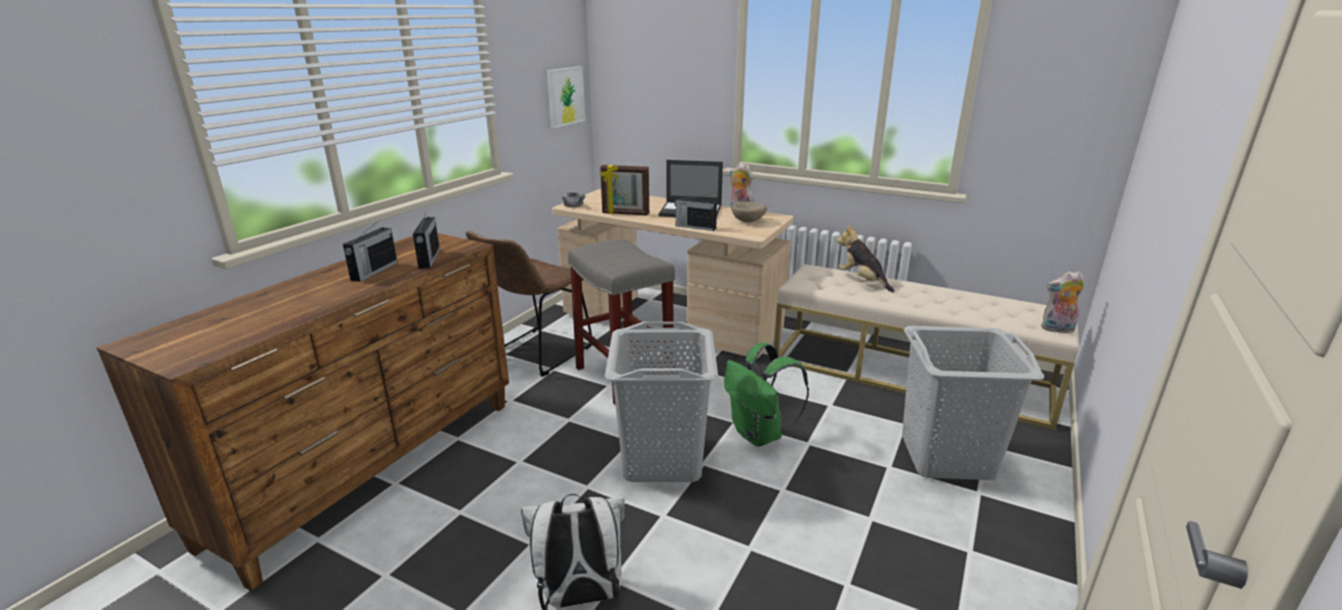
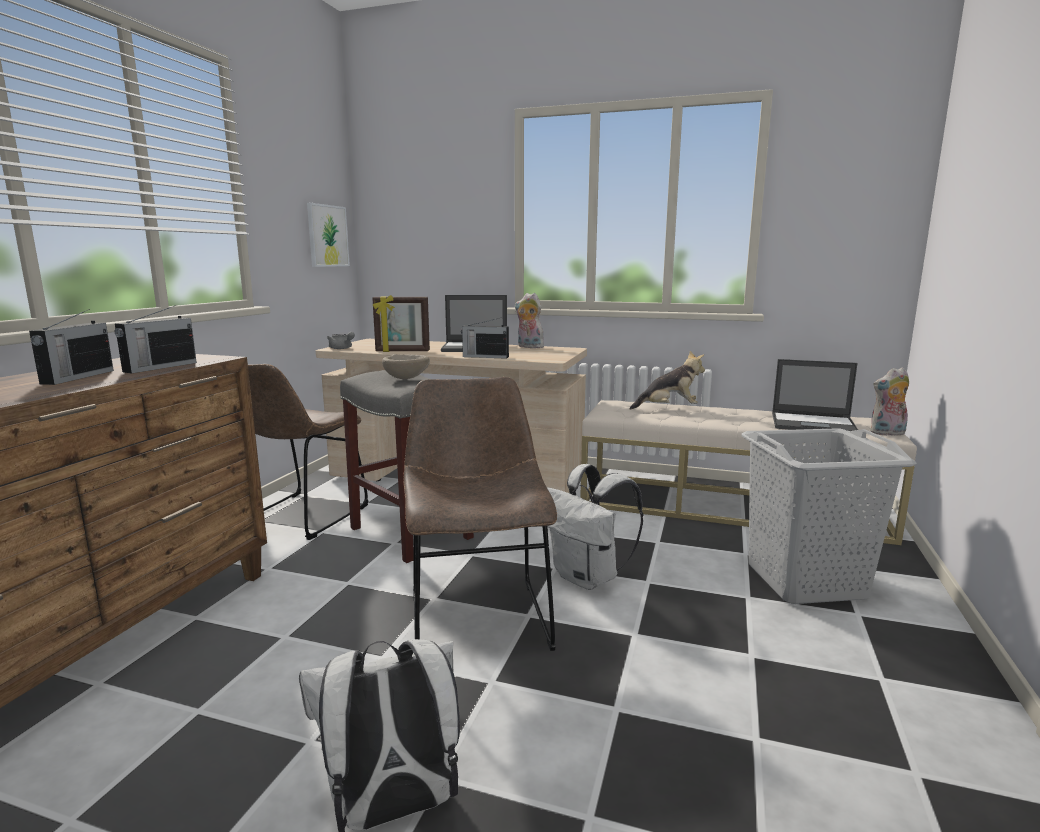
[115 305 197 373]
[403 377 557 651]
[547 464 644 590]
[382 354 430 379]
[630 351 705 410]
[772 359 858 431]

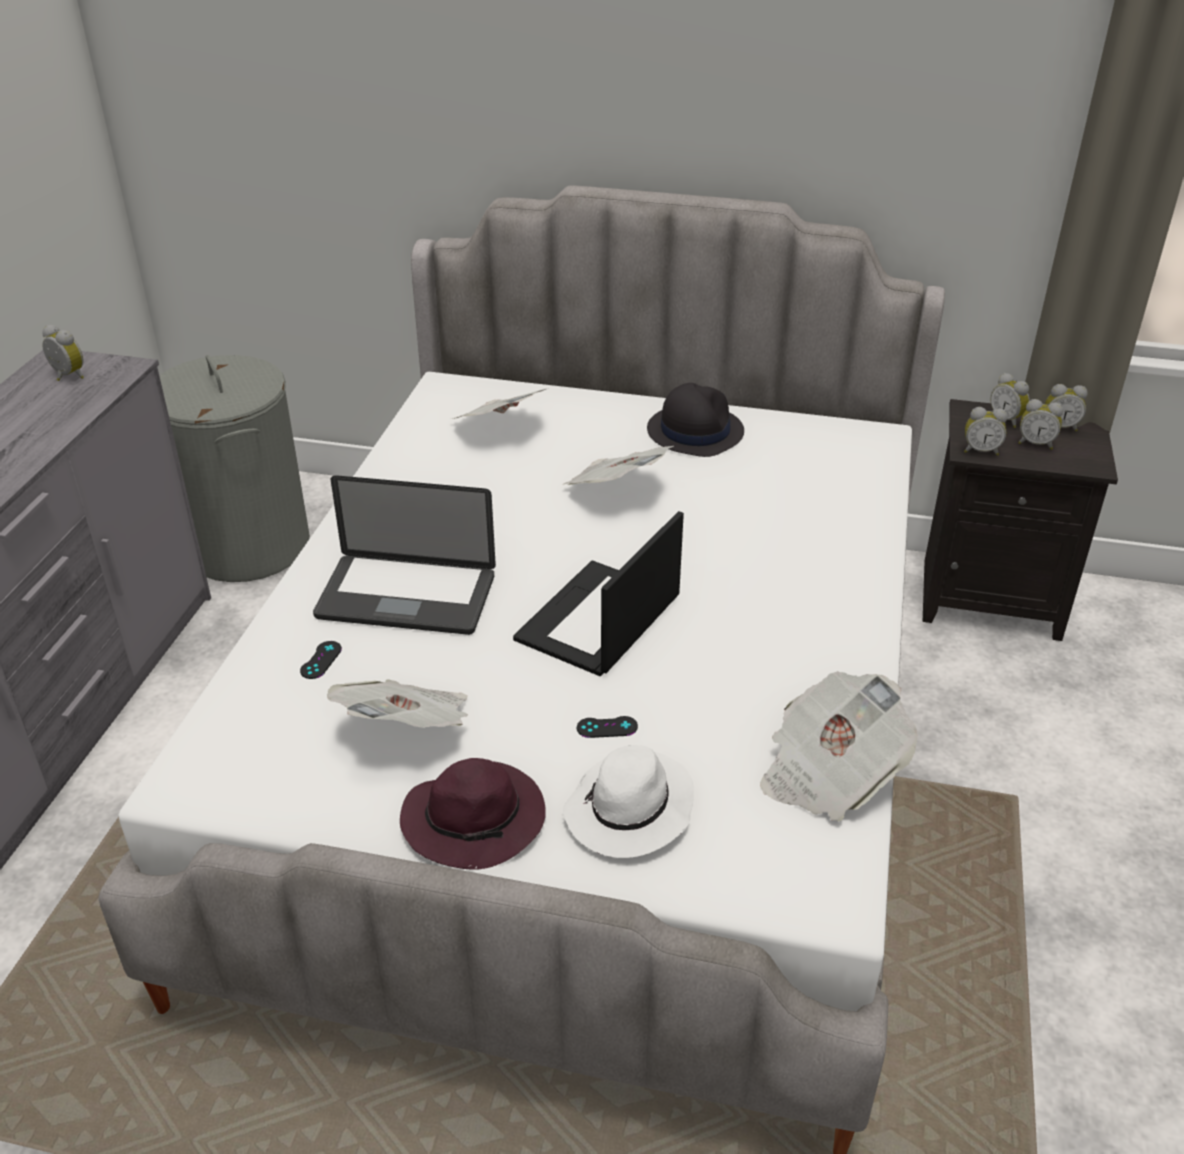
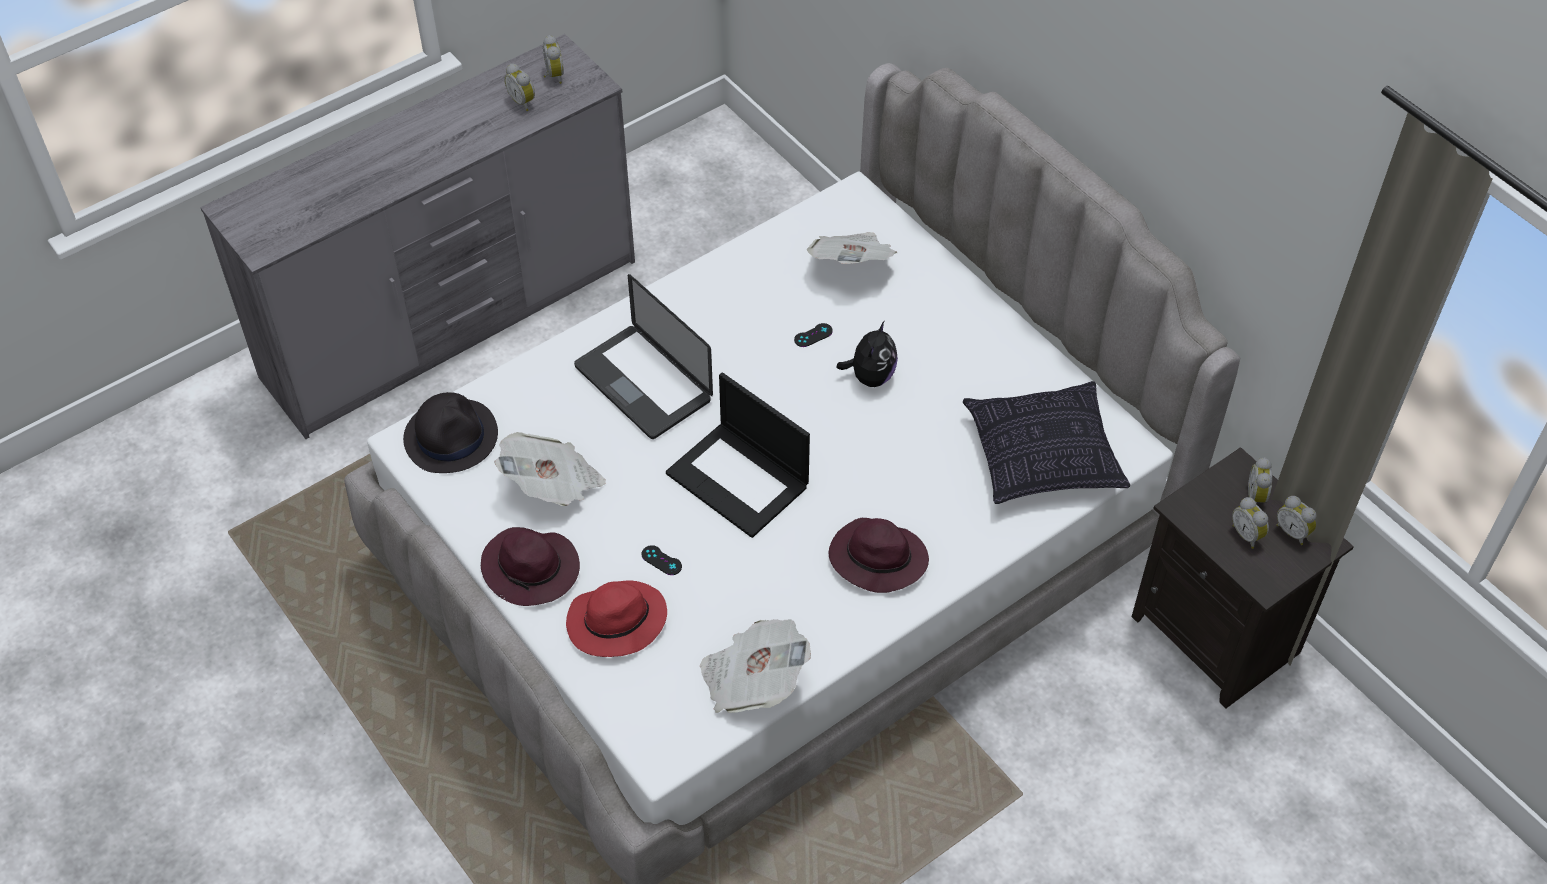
[159 355 310 582] (first image)
[794 323 833 347]
[666 372 810 538]
[566 580 667 657]
[837 321 898 387]
[403 392 498 473]
[504 64 535 111]
[829 518 929 593]
[963 381 1130 504]

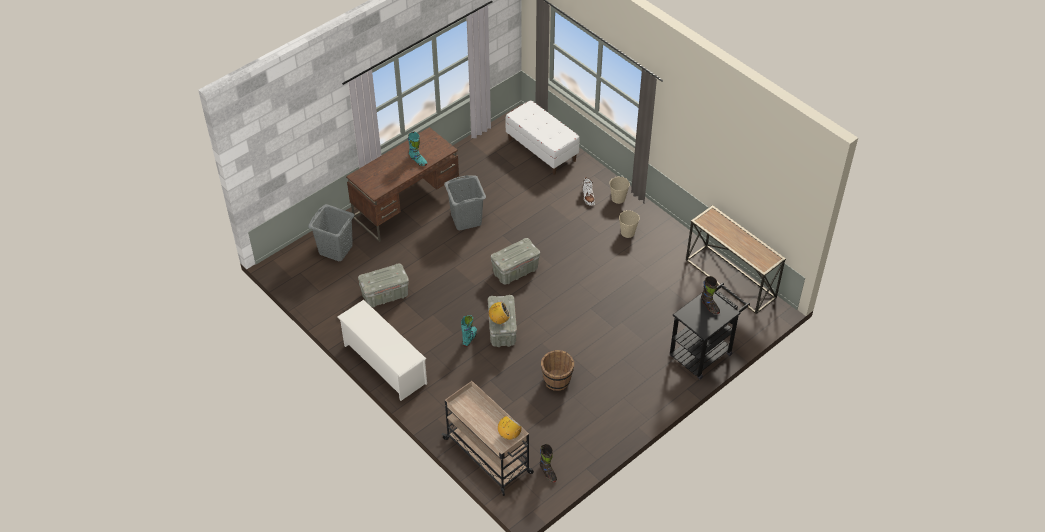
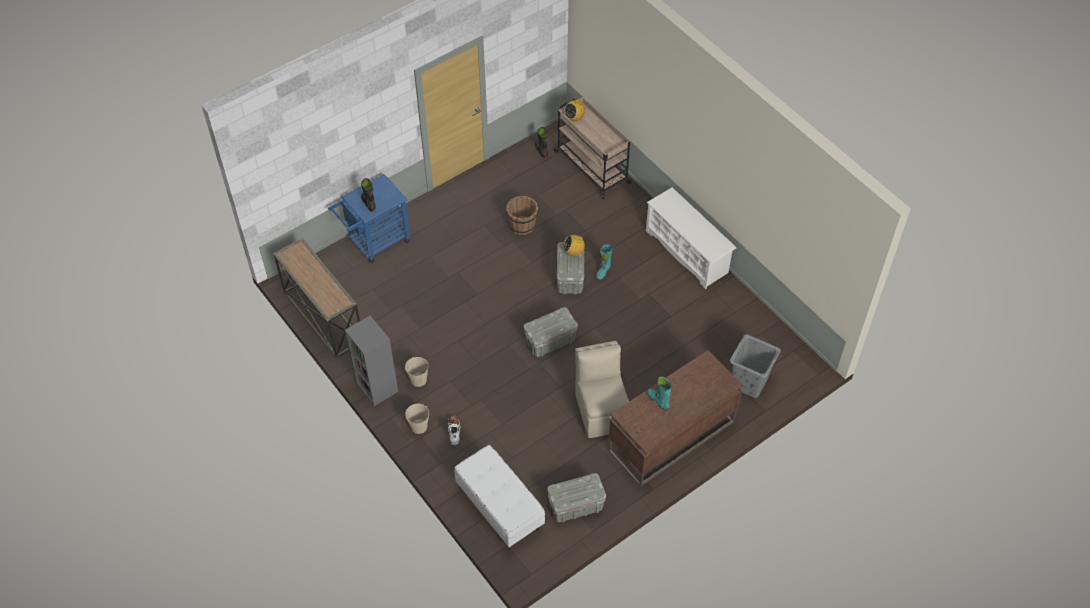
[547 473 606 522]
[575 341 629 438]
[328 174 410 263]
[345 316 398 406]

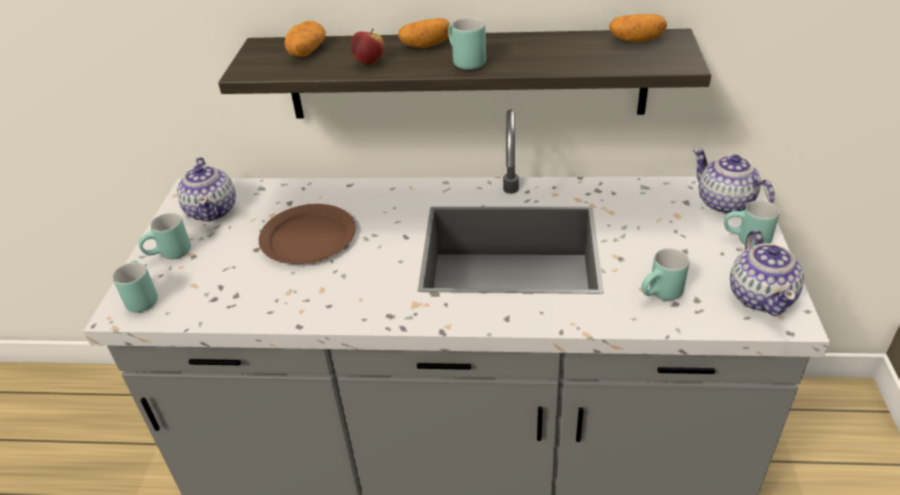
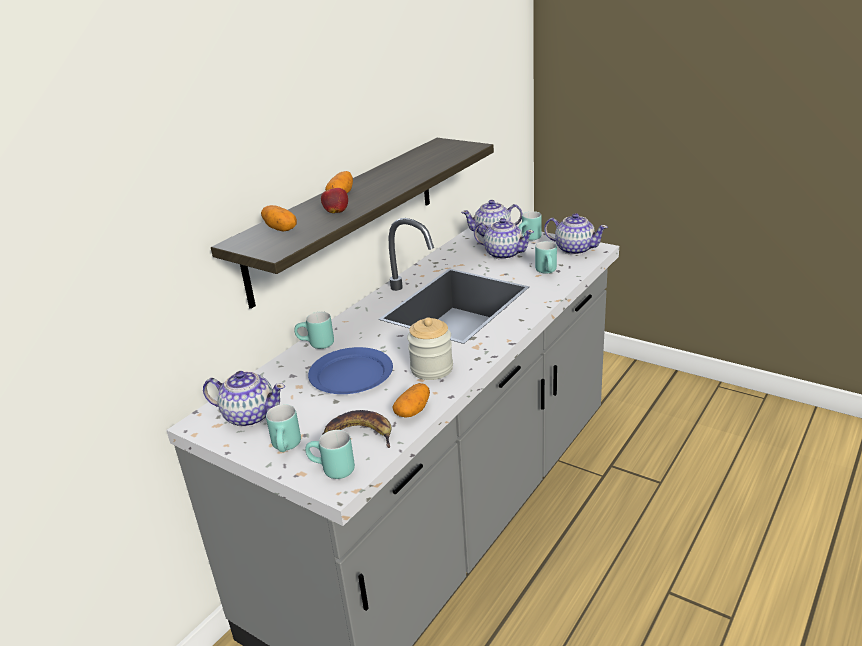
[308 347 393 394]
[294 312 334 349]
[392 383 430 418]
[322 410 392 448]
[407 318 453 380]
[474 218 534 260]

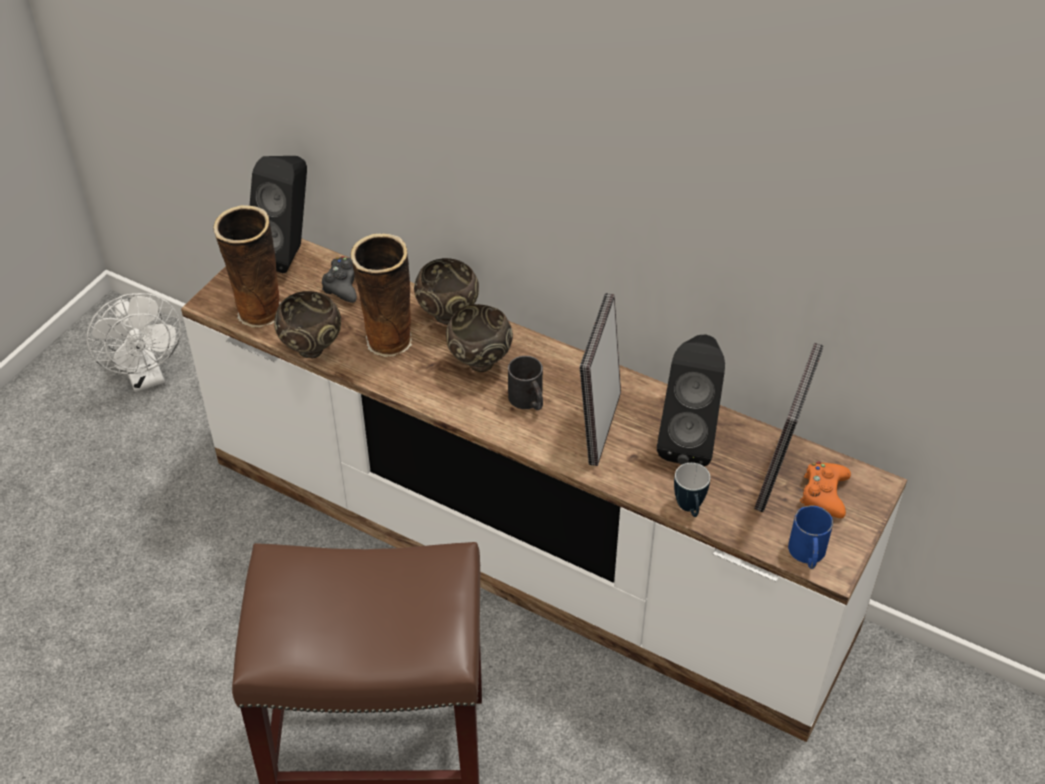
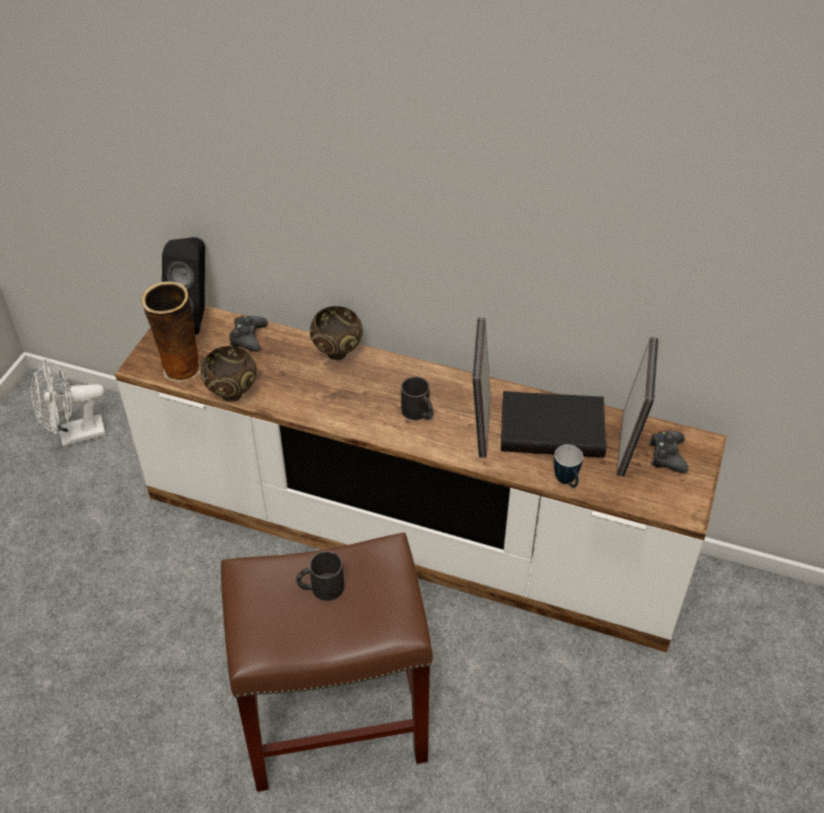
[31 359 106 447]
[351 233 412 357] (first image)
[446 304 513 372] (first image)
[501 391 607 457]
[788 505 833 569] (first image)
[649 431 688 473]
[296 551 344 601]

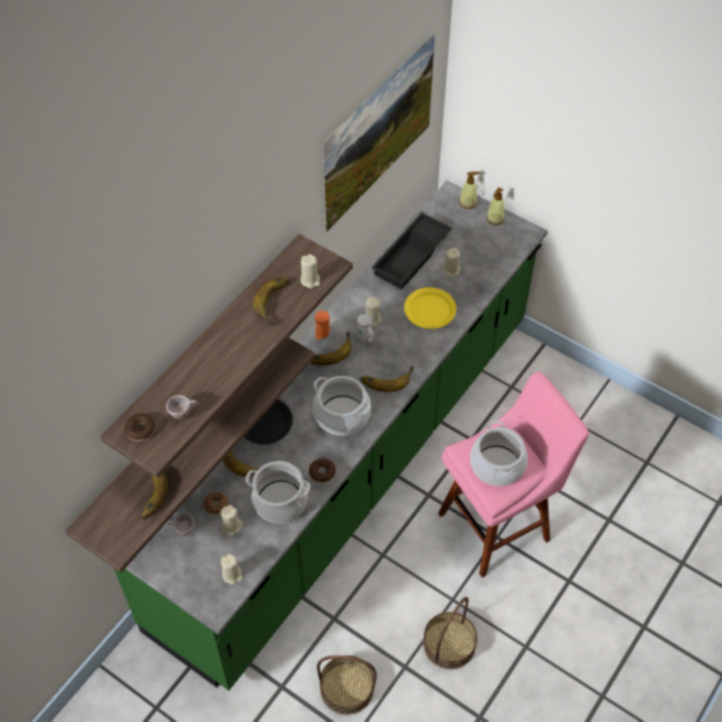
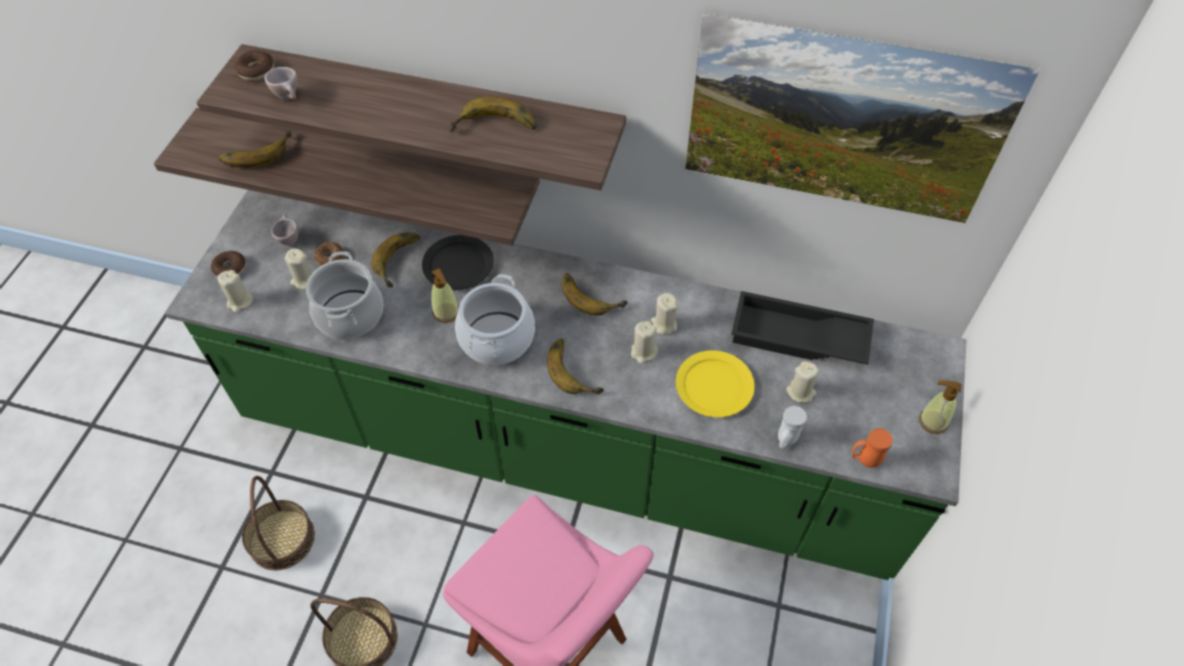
[631 321 658 364]
[211 251 246 277]
[852 428 892 468]
[778 406 807 449]
[431 268 459 323]
[470 420 528 486] (first image)

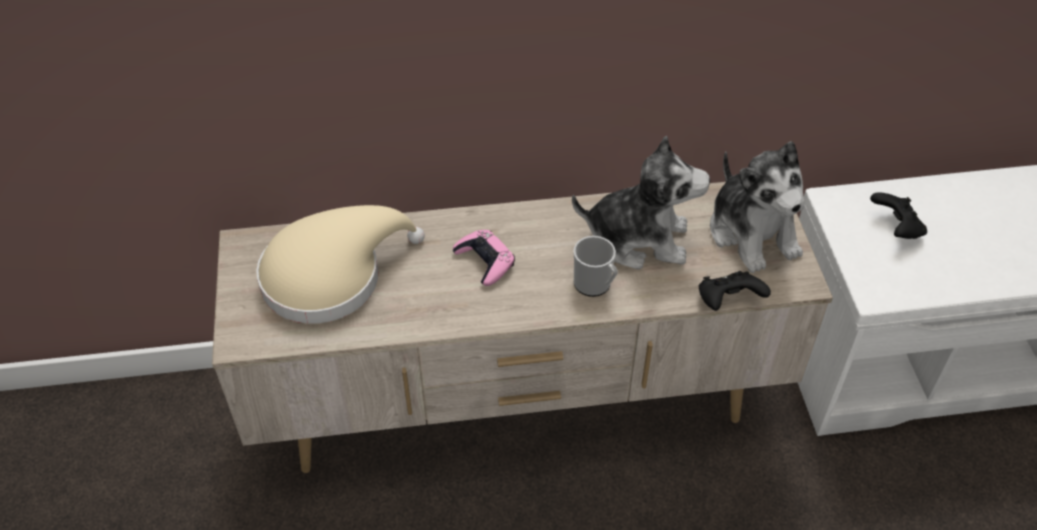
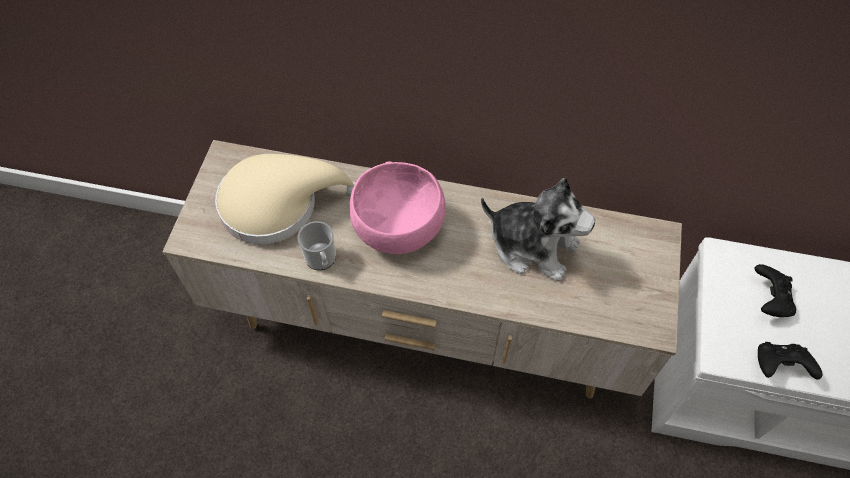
[349 162 446 254]
[297 221 336 270]
[758 342 823 380]
[710 141 805 273] (first image)

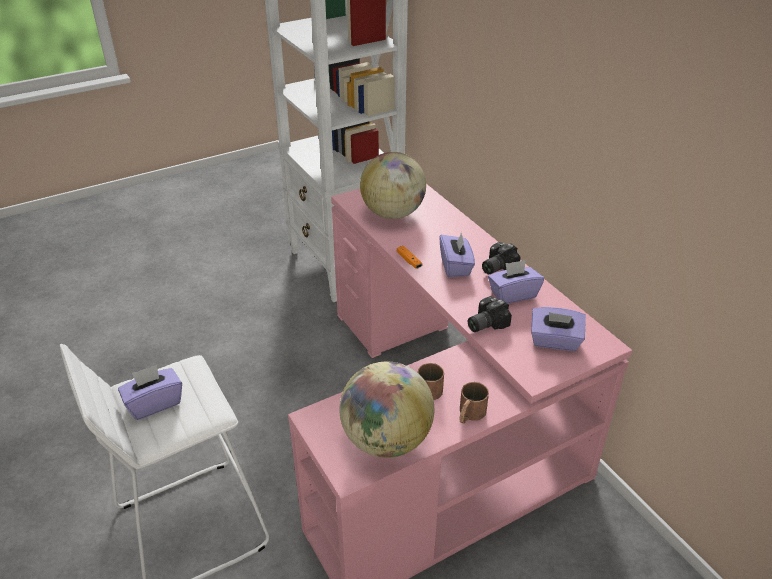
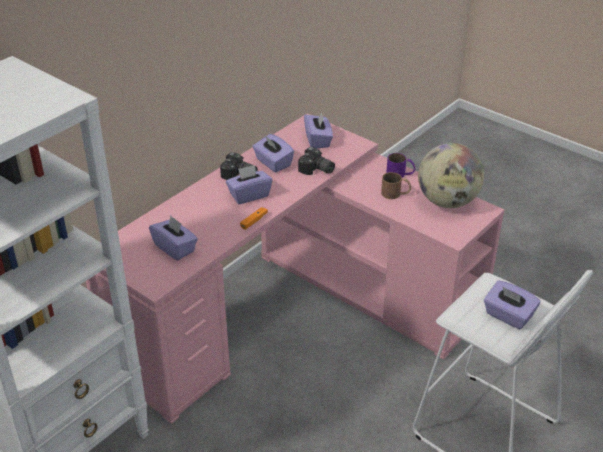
[149 215 198 261]
[386 153 416 178]

